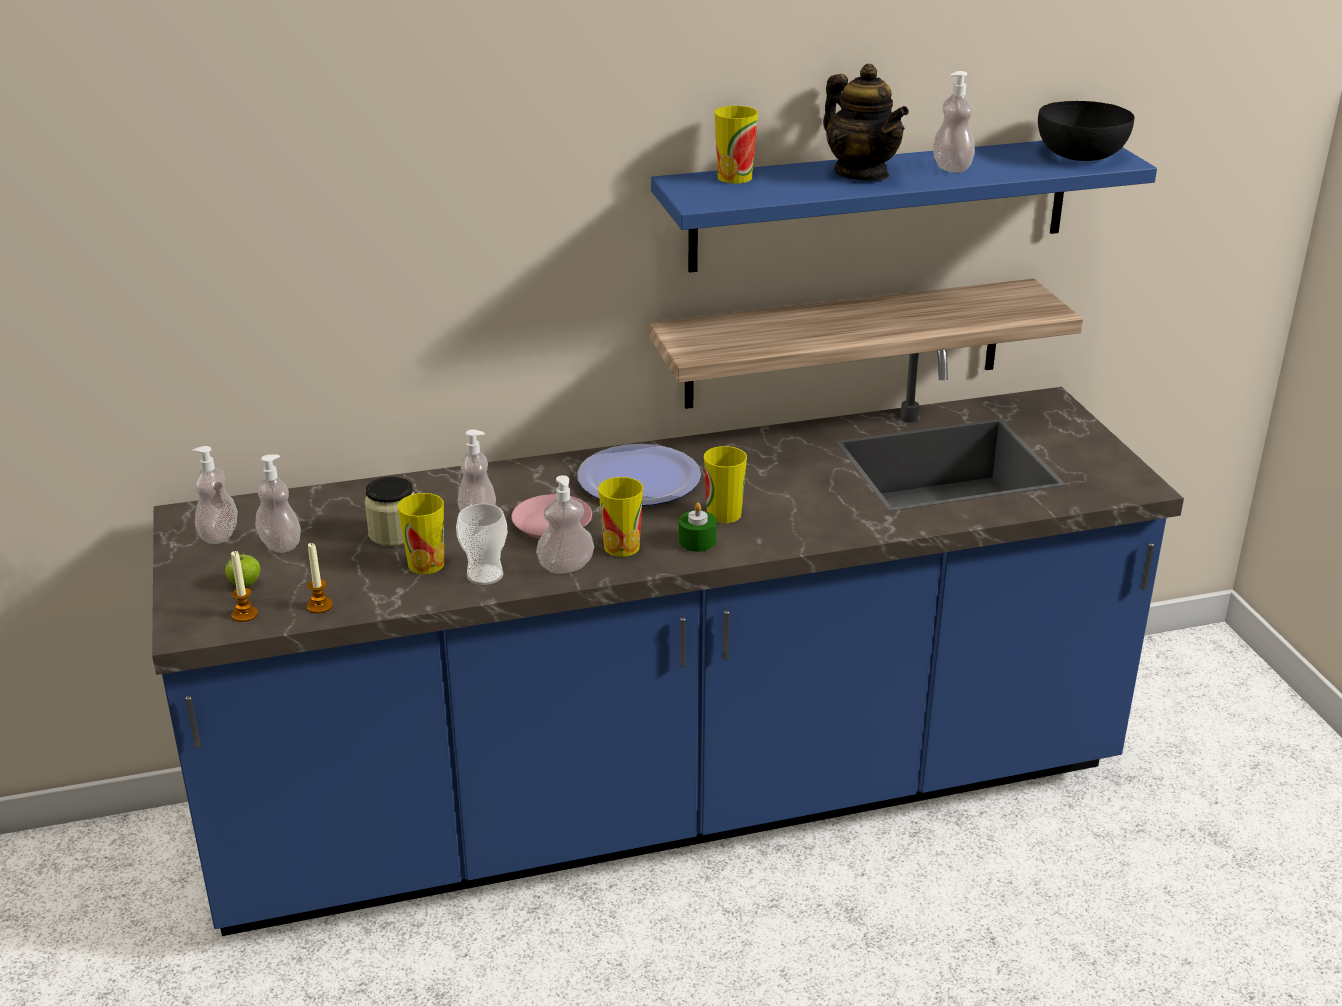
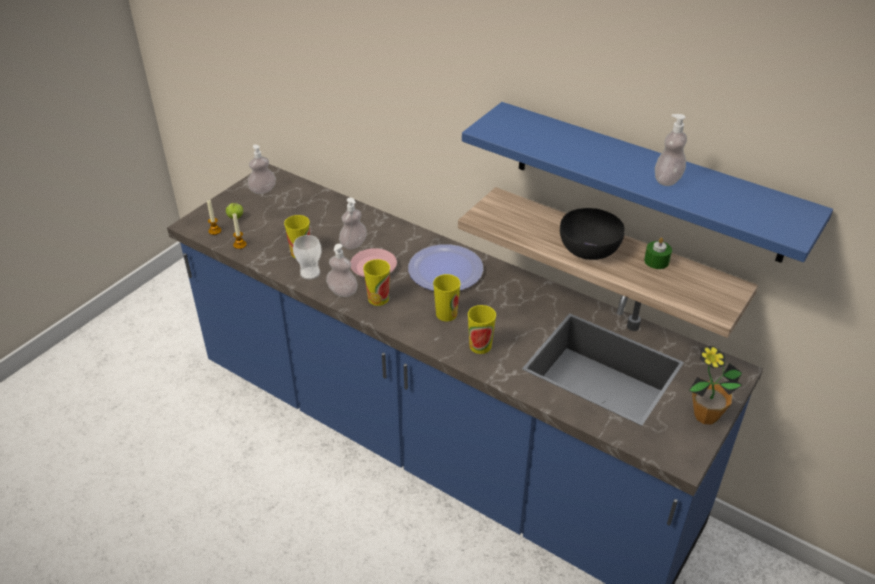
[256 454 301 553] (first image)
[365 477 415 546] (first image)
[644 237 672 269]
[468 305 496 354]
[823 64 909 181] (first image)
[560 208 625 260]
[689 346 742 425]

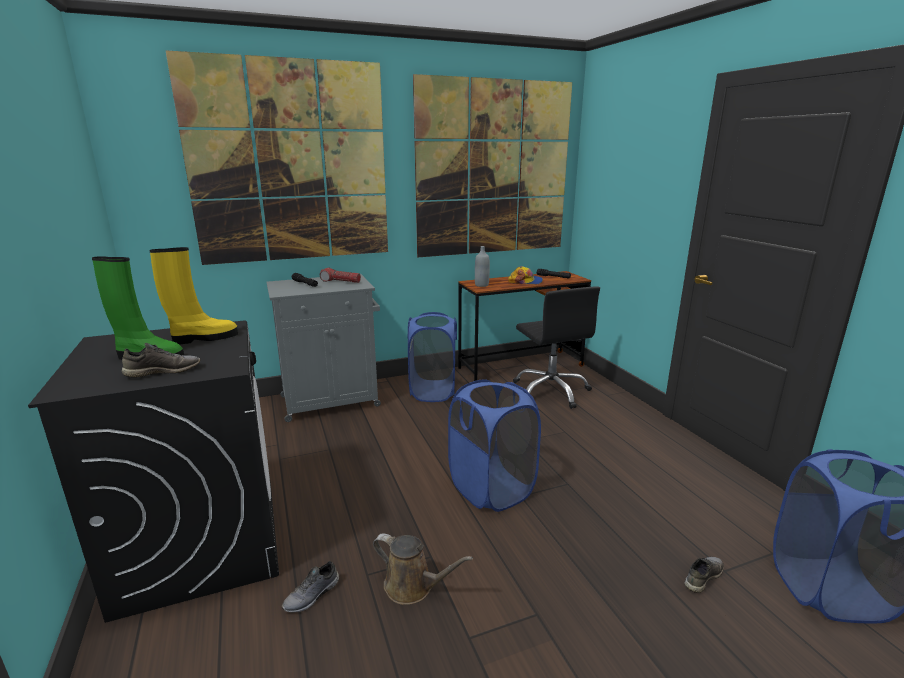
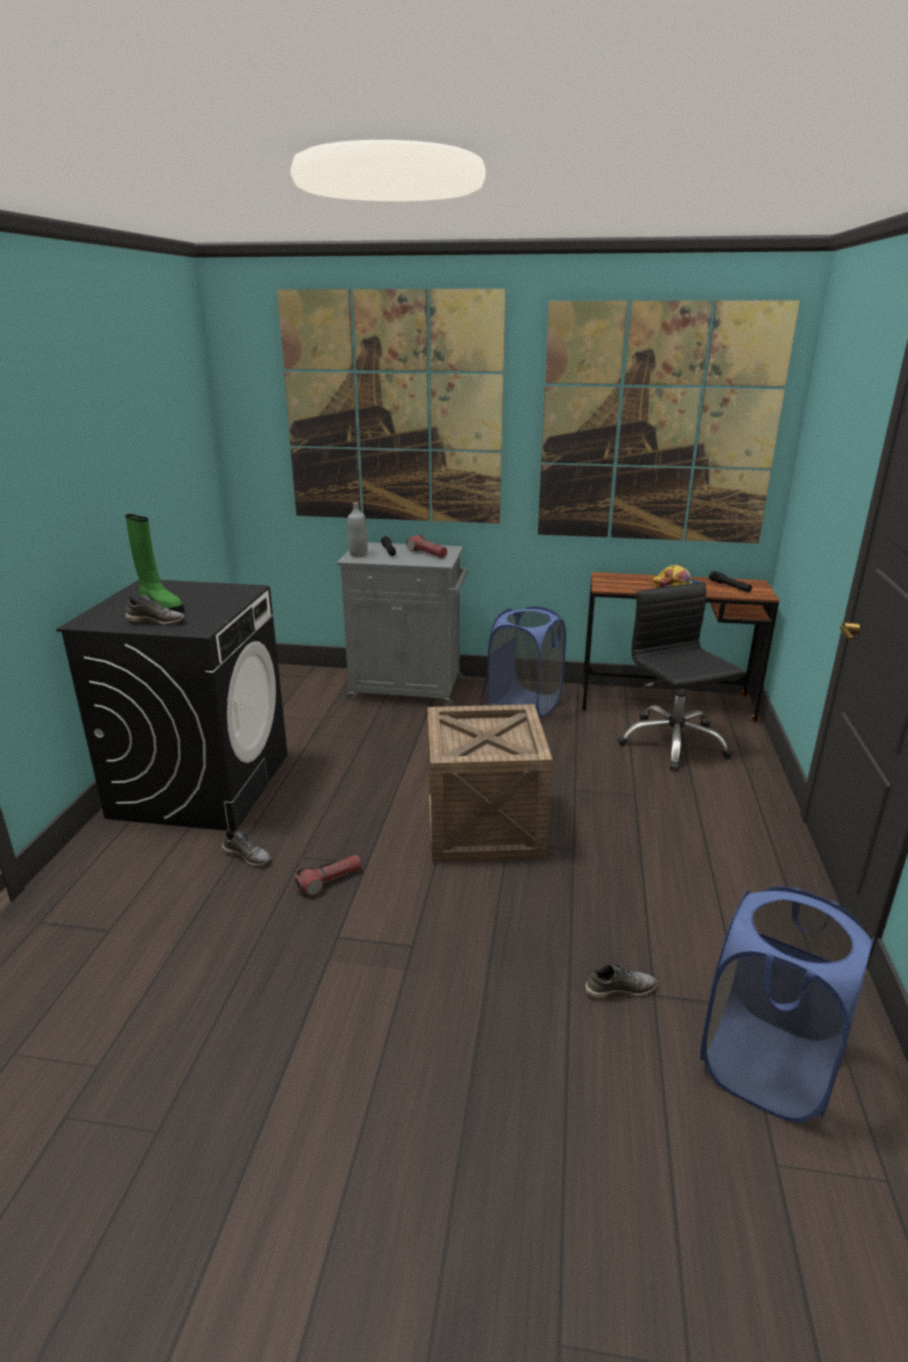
[150 247 238 344] (first image)
[222 829 271 866]
[295 855 362 896]
[428 704 553 862]
[347 502 368 557]
[618 582 744 771]

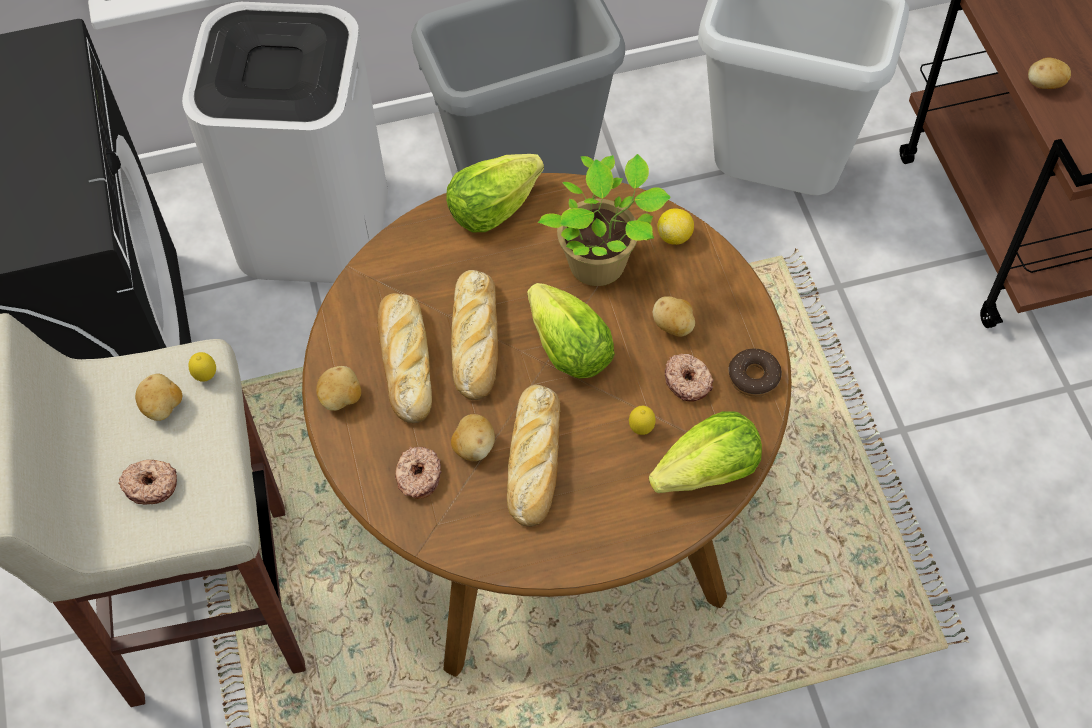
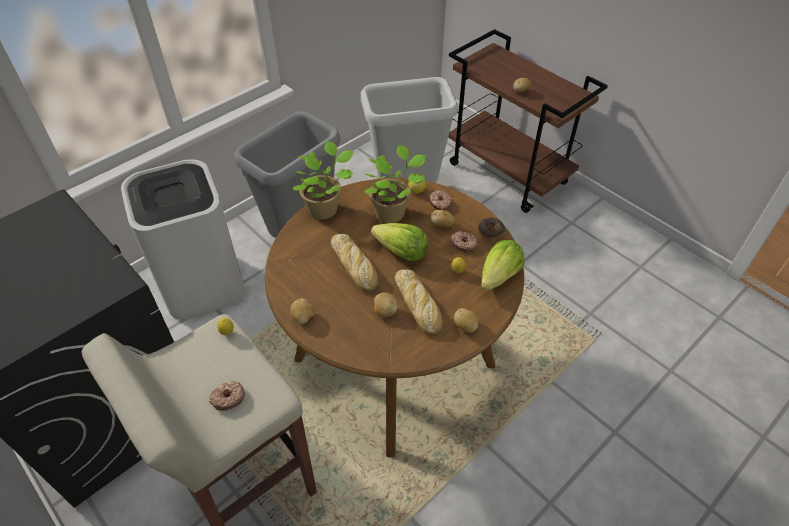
[454 308 478 333]
[377 293 432 423] (first image)
[429 190 452 211]
[293 141 354 220]

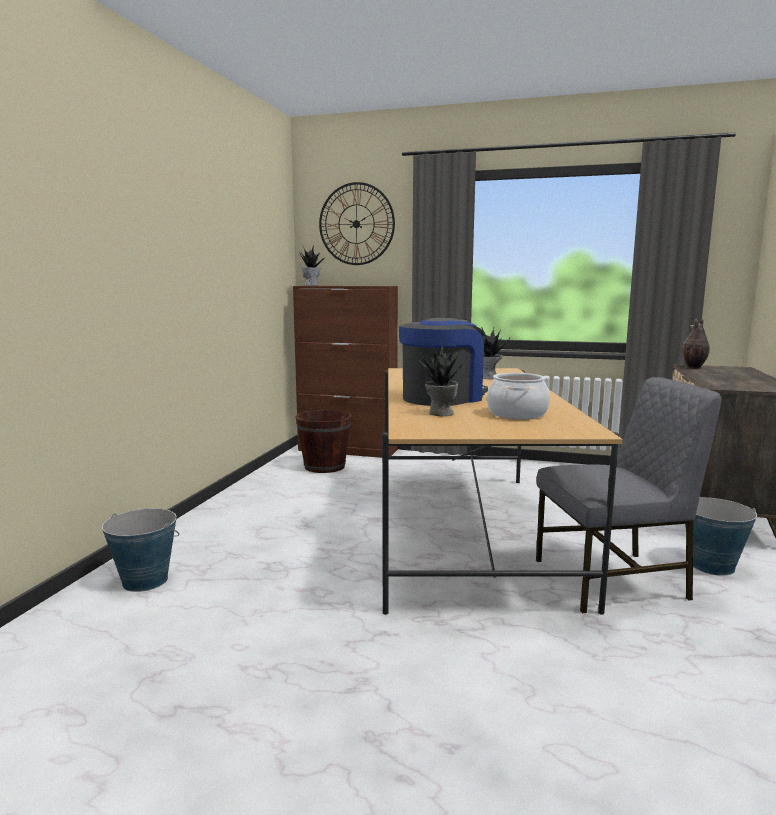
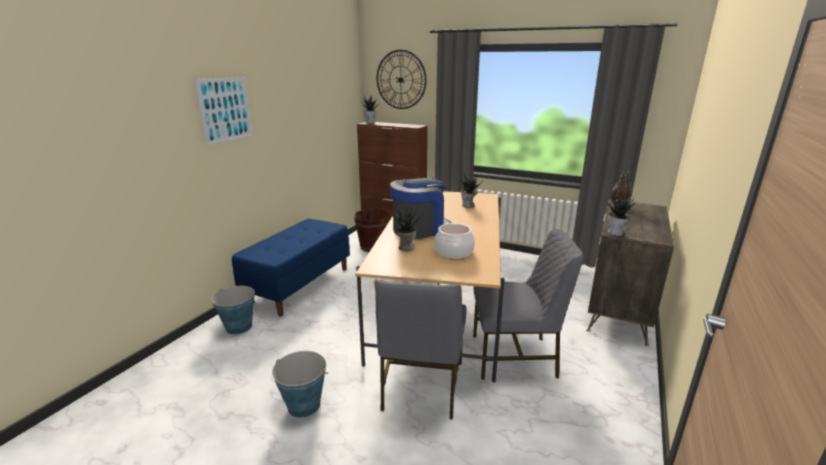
[272 351 328 418]
[194 77 253 145]
[232 219 350 316]
[374 279 466 420]
[604 190 636 236]

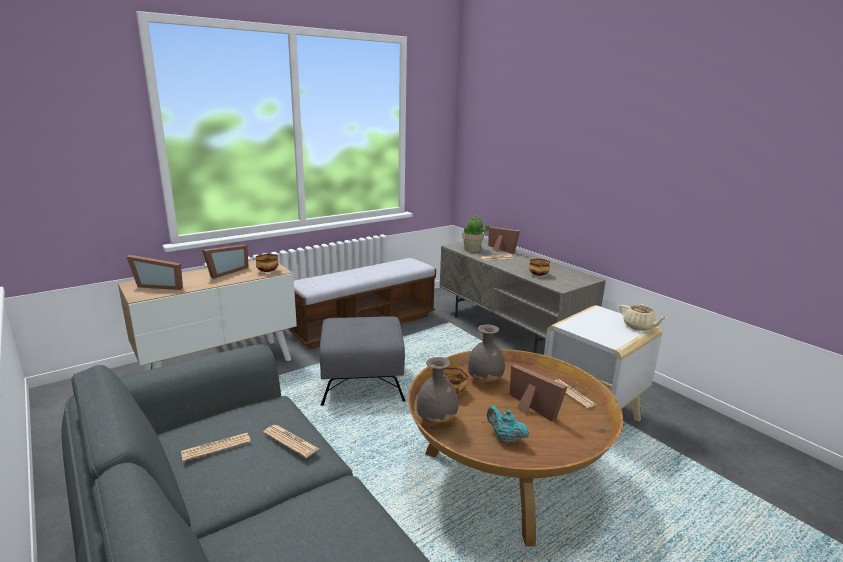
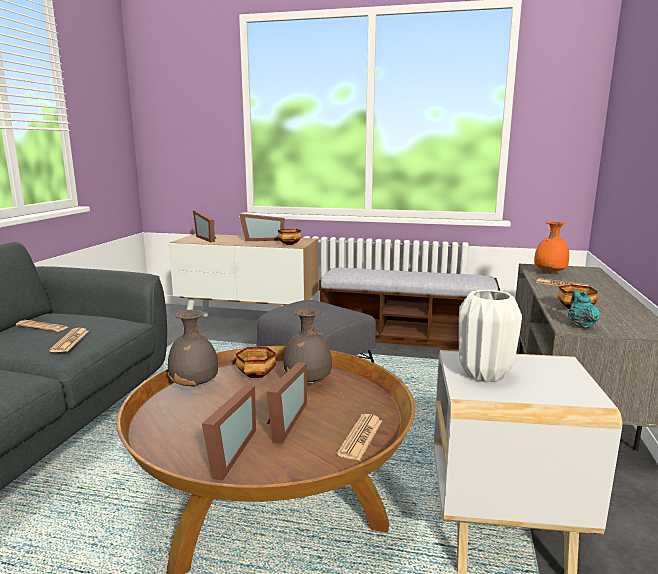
[534 221 569 274]
[568 291 600 328]
[202 385 256 480]
[619 304 667 331] (first image)
[459 290 522 382]

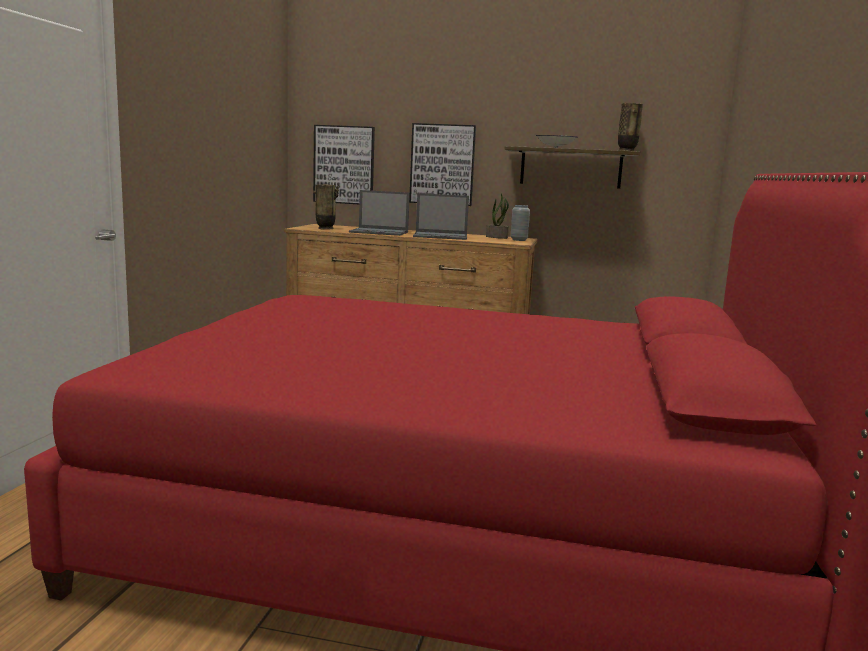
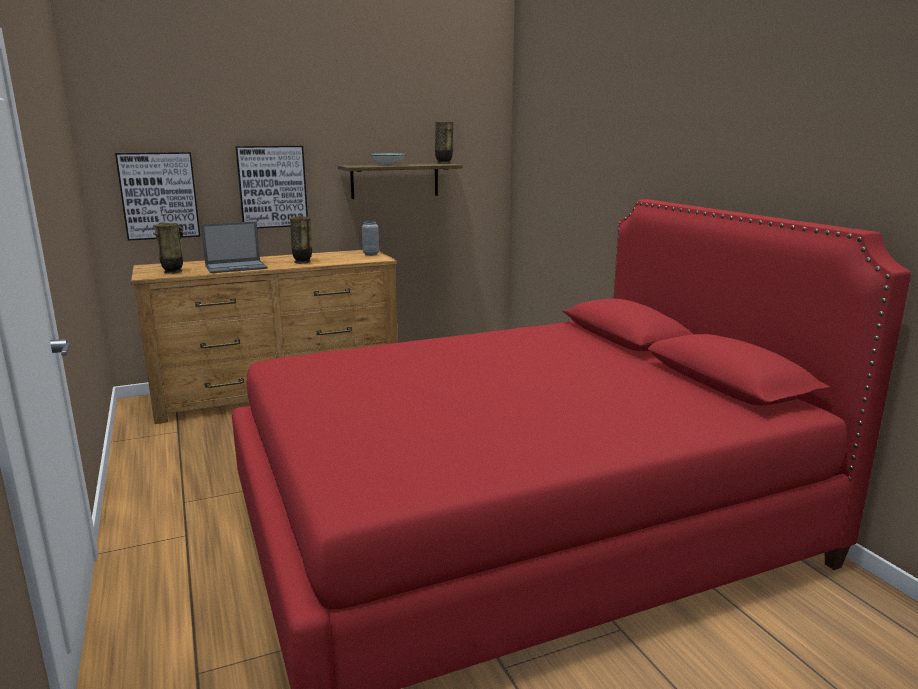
[290 216 312 264]
[486 193 509 239] (first image)

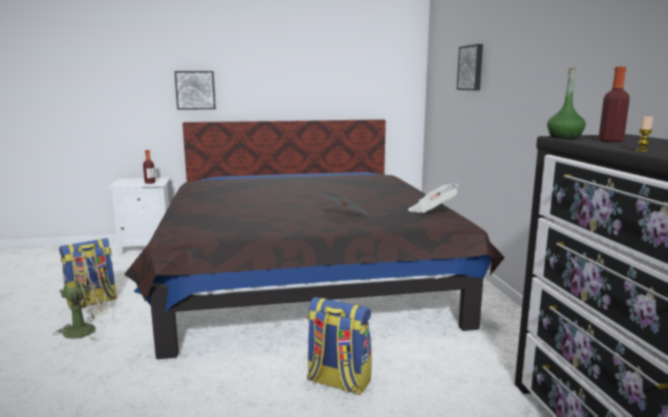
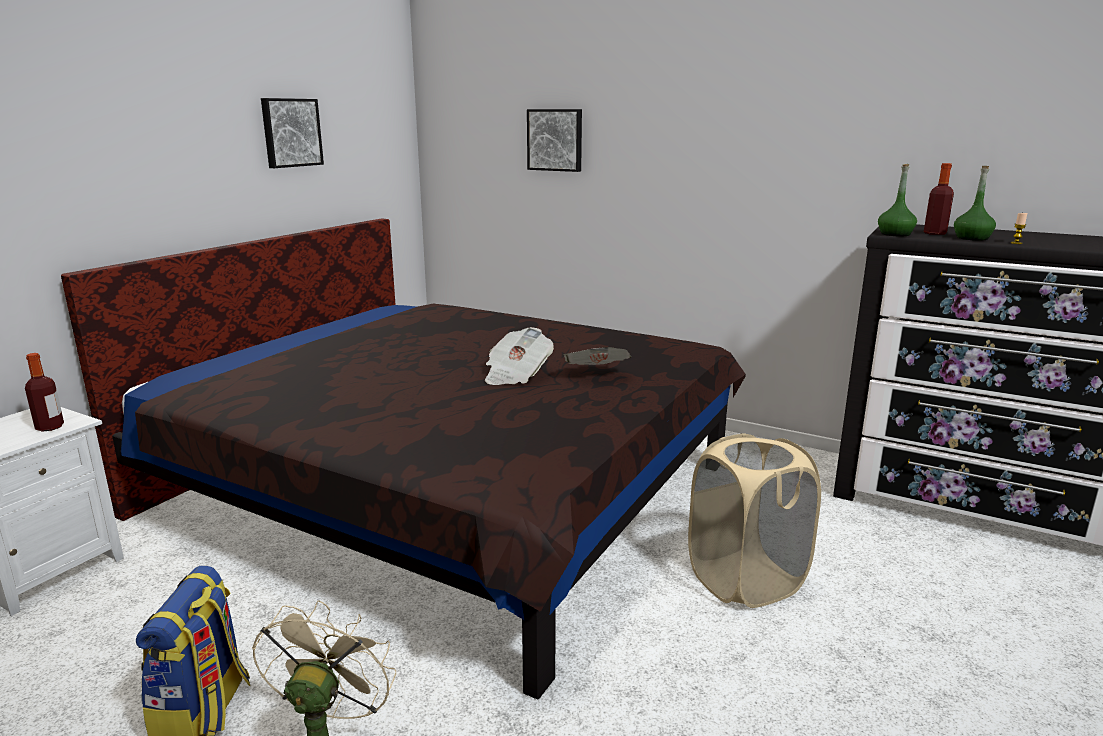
[261 98 324 168]
[688 433 821 608]
[485 327 554 385]
[954 166 996 241]

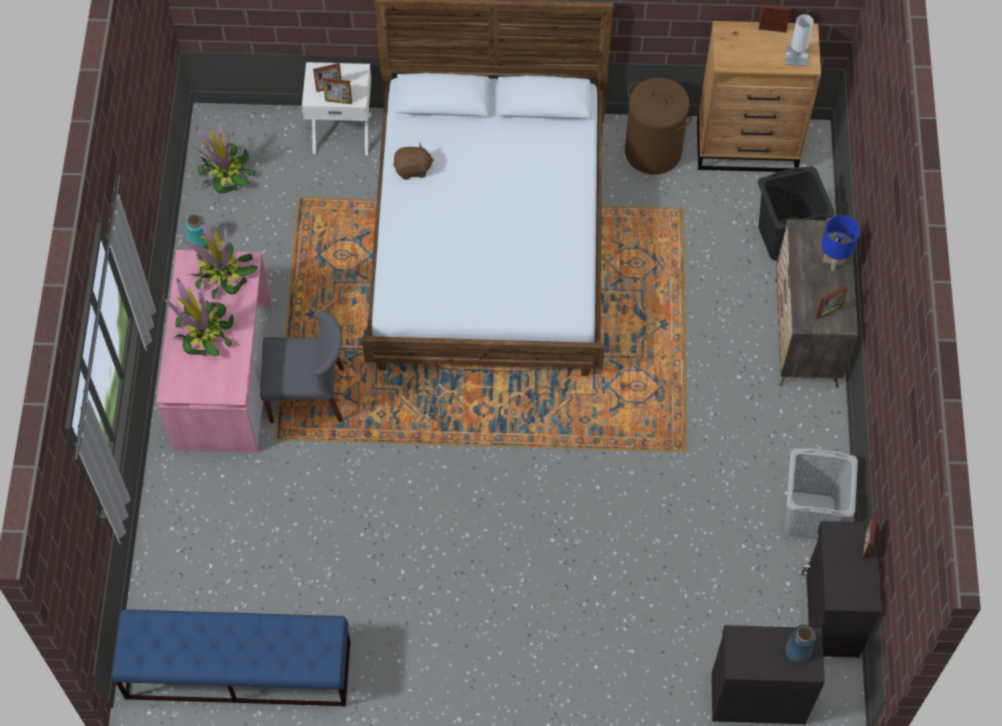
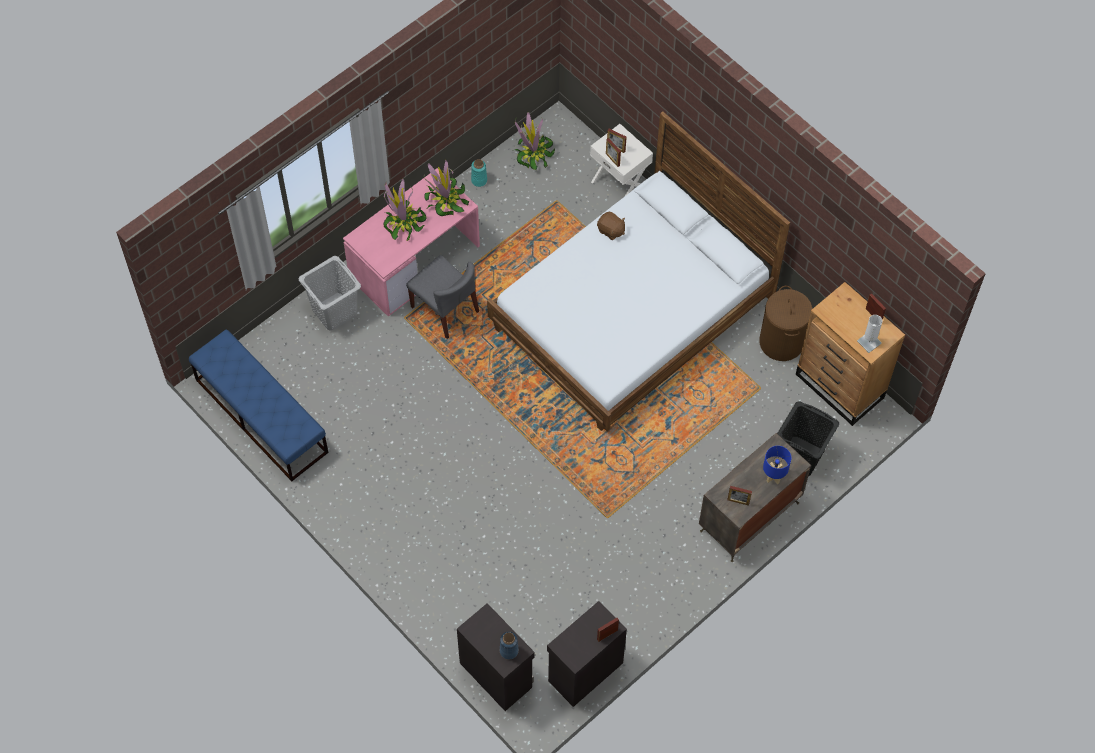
[299 256 361 331]

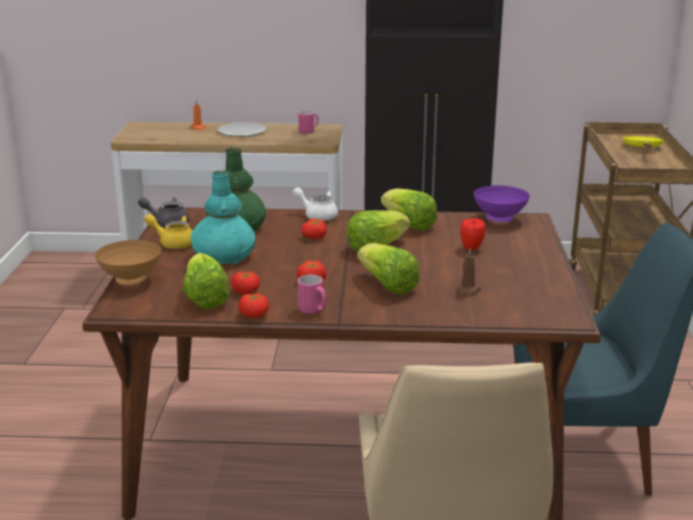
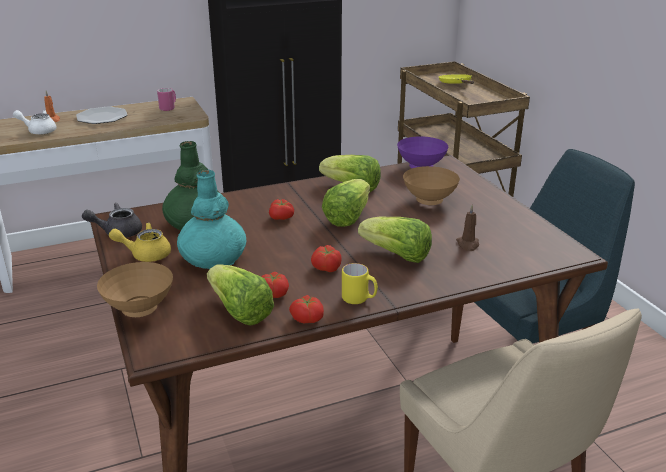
[13 110 56 134]
[342 263 378 304]
[403 166 460 205]

